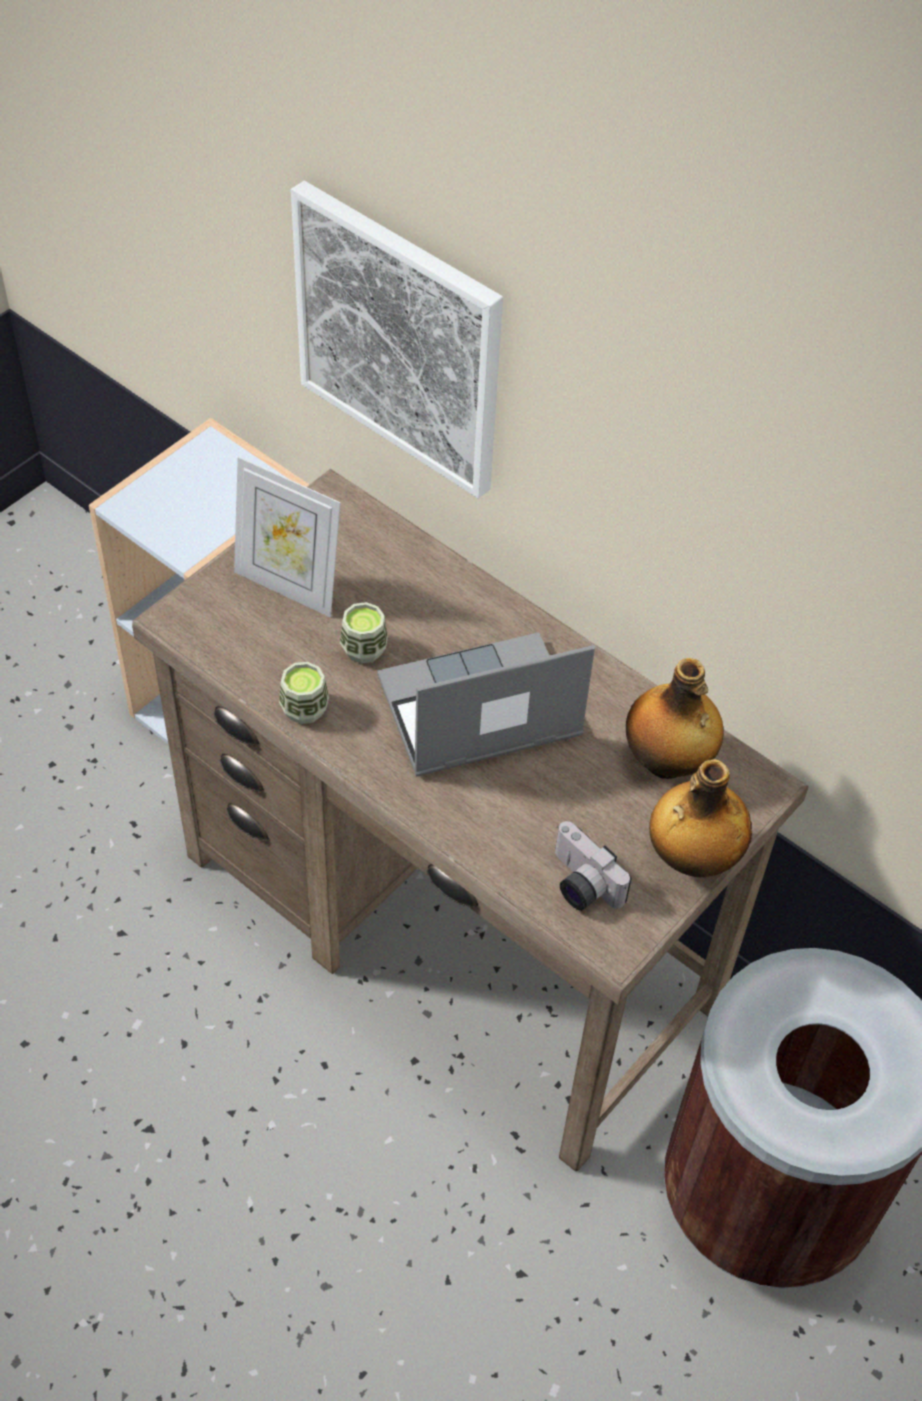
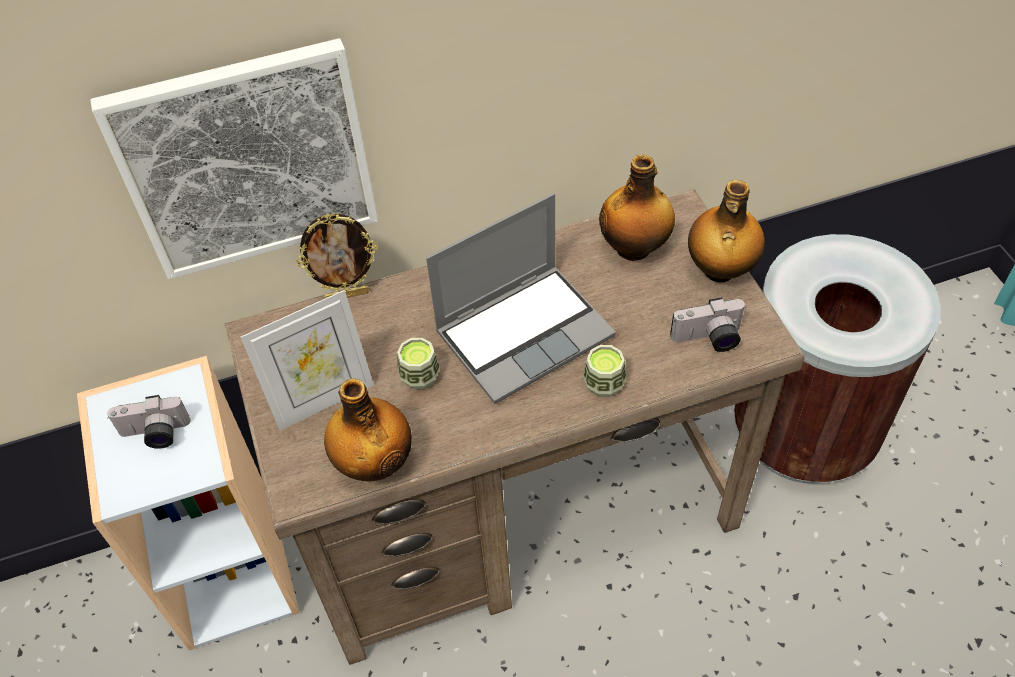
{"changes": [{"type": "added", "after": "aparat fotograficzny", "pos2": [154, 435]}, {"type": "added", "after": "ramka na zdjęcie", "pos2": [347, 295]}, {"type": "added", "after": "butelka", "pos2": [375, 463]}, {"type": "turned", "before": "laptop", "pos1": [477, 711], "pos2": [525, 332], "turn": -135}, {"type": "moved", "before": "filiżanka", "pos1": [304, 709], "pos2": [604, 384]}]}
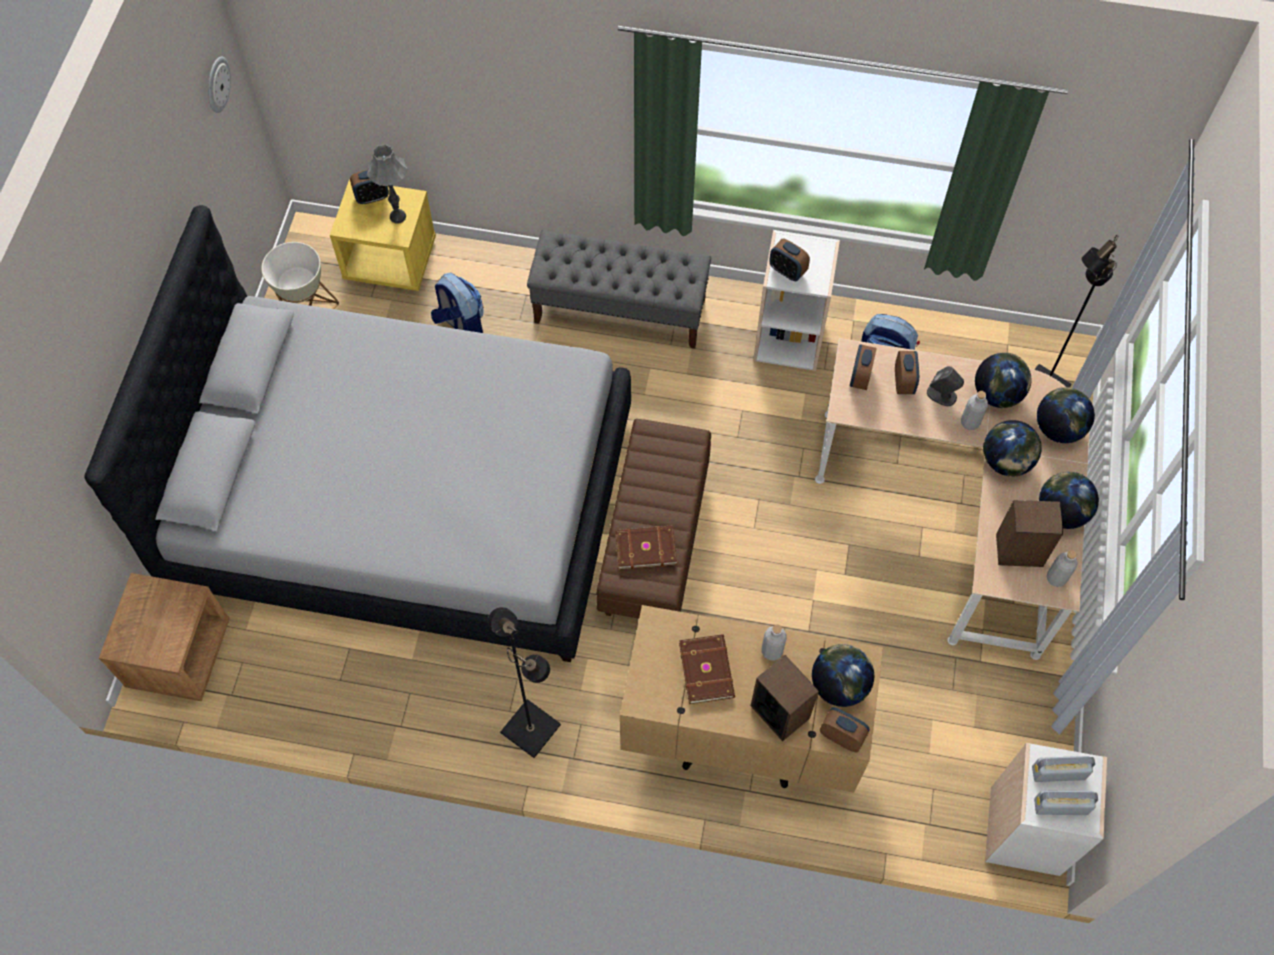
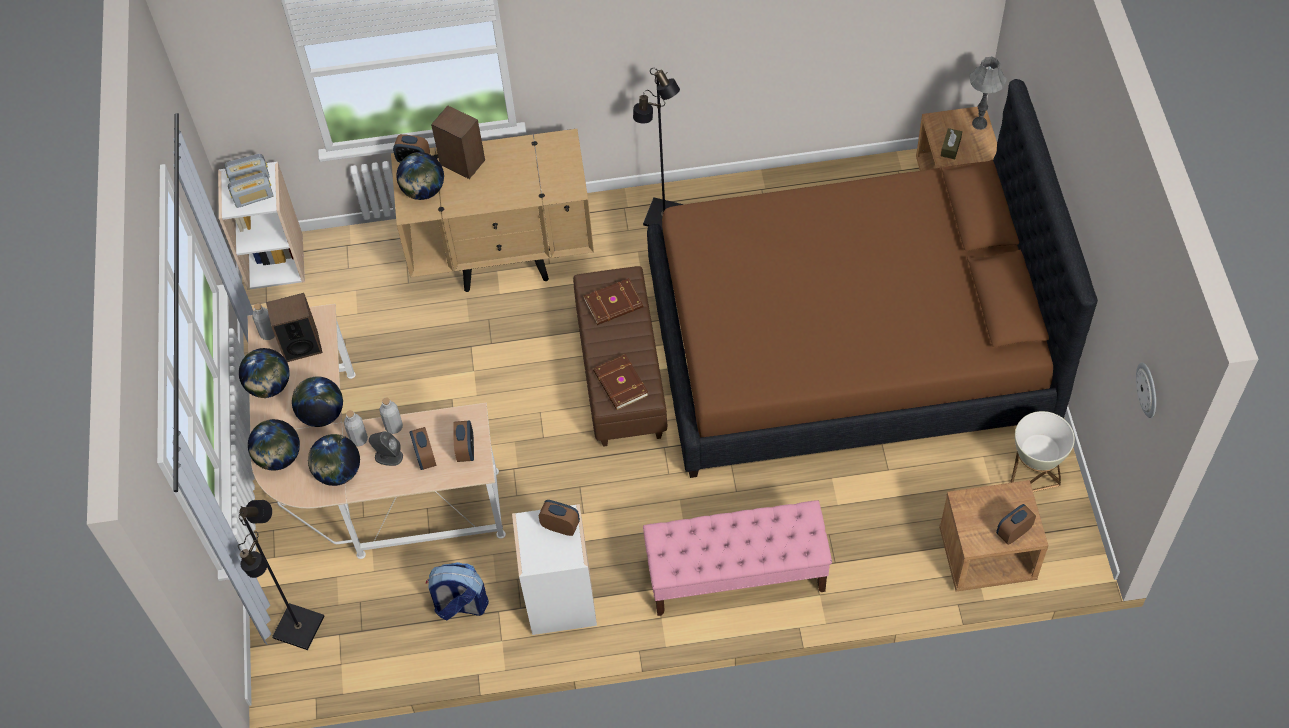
{"changes": [{"type": "moved", "before": "butelka/szary", "pos1": [772, 651], "pos2": [394, 427]}, {"type": "moved", "before": "książka/brązowy", "pos1": [707, 669], "pos2": [620, 384]}, {"type": "recoloured", "before": "ławka/szary", "after": "ławka/różowy", "pos1": [620, 311], "pos2": [735, 576]}, {"type": "recoloured", "before": "łóżko/szary", "after": "łóżko/brązowy", "pos1": [403, 497], "pos2": [849, 344]}, {"type": "recoloured", "before": "szafka nocna/żółty", "after": "szafka nocna/brązowy", "pos1": [391, 260], "pos2": [986, 556]}, {"type": "added", "after": "pudełko chusteczek/brązowy", "pos2": [950, 147]}, {"type": "moved", "before": "lampa stołowa/szary", "pos1": [398, 216], "pos2": [979, 124]}, {"type": "removed", "before": "plecak", "pos1": [461, 325]}]}
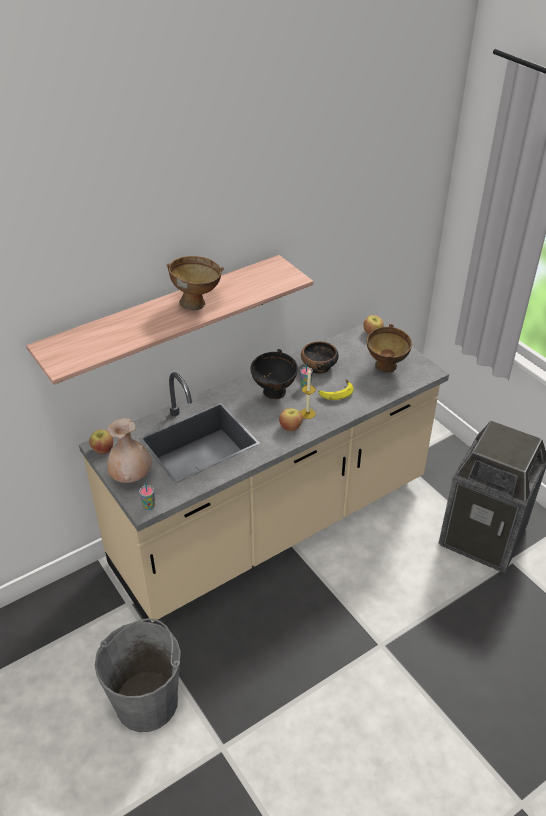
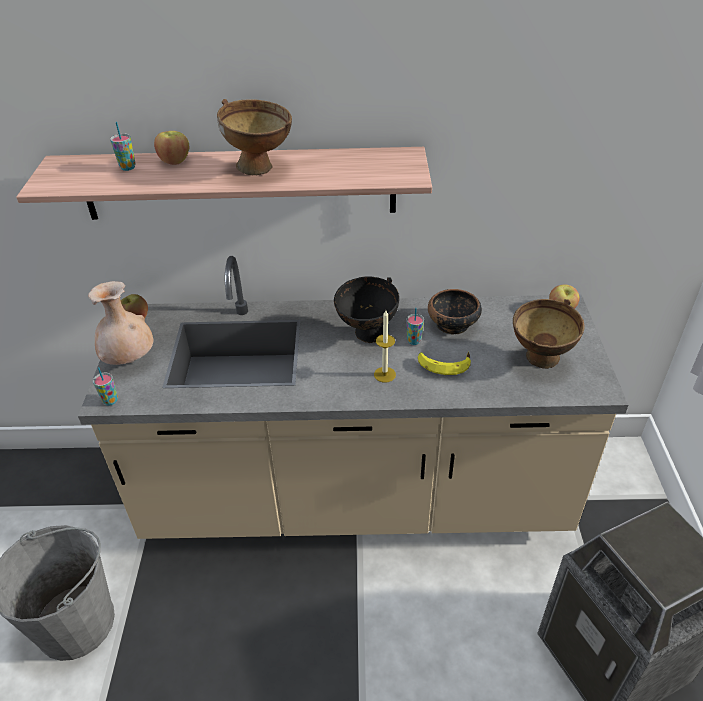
{"changes": [{"type": "added", "after": "filiżanka", "pos2": [128, 167]}, {"type": "moved", "before": "jabłko", "pos1": [290, 427], "pos2": [175, 161]}]}
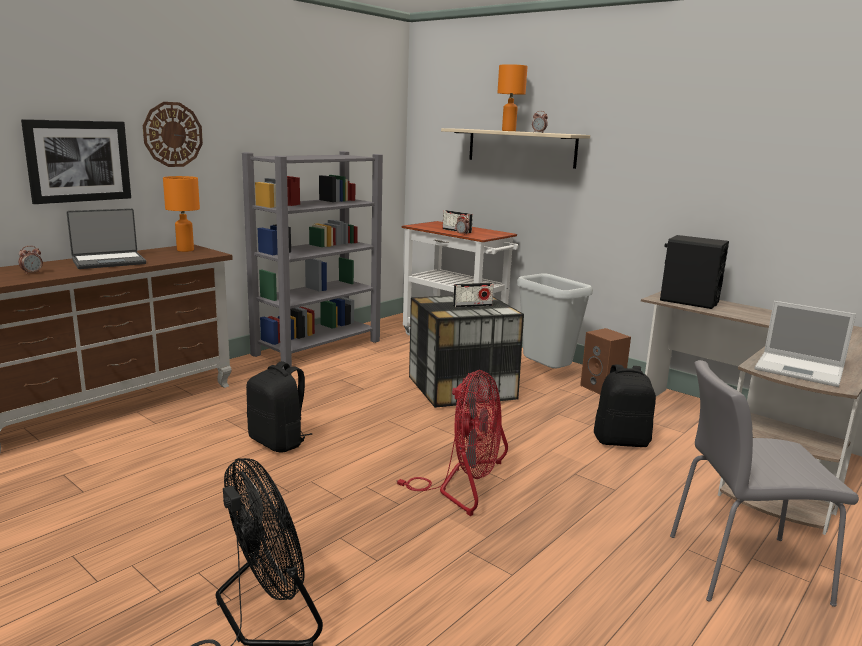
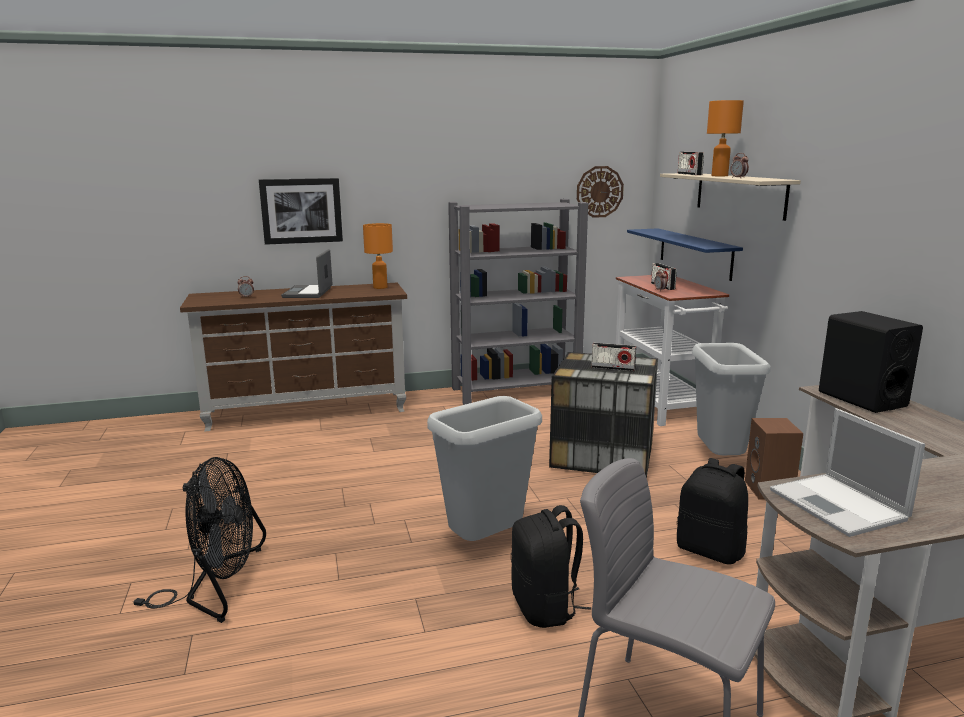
{"changes": [{"type": "turned", "before": "laptop", "pos1": [109, 262], "pos2": [309, 293], "turn": 90}, {"type": "replaced", "before": "wentylator/czerwony", "after": "kosz na śmieci/szary", "pos1": [463, 484], "pos2": [485, 542]}, {"type": "moved", "before": "plecak/czarny", "pos1": [278, 442], "pos2": [545, 608]}, {"type": "moved", "before": "zegar ścienny", "pos1": [172, 134], "pos2": [599, 191]}, {"type": "added", "after": "półka/niebieski", "pos2": [695, 253]}, {"type": "added", "after": "radio", "pos2": [689, 174]}]}
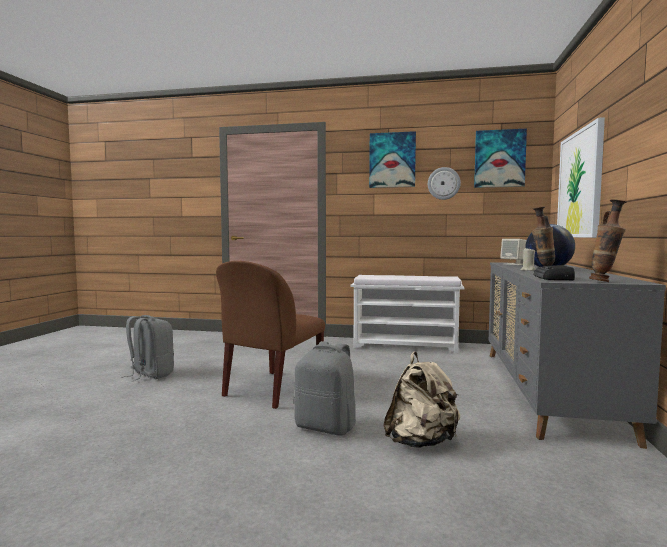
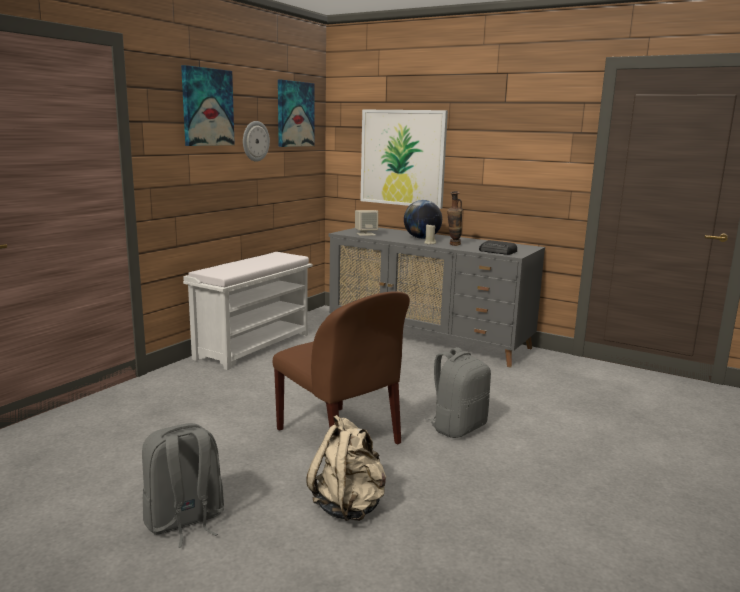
{"changes": [{"type": "moved", "before": "plecak/beżowy", "pos1": [421, 442], "pos2": [349, 506]}, {"type": "removed", "before": "wazon", "pos1": [605, 281]}]}
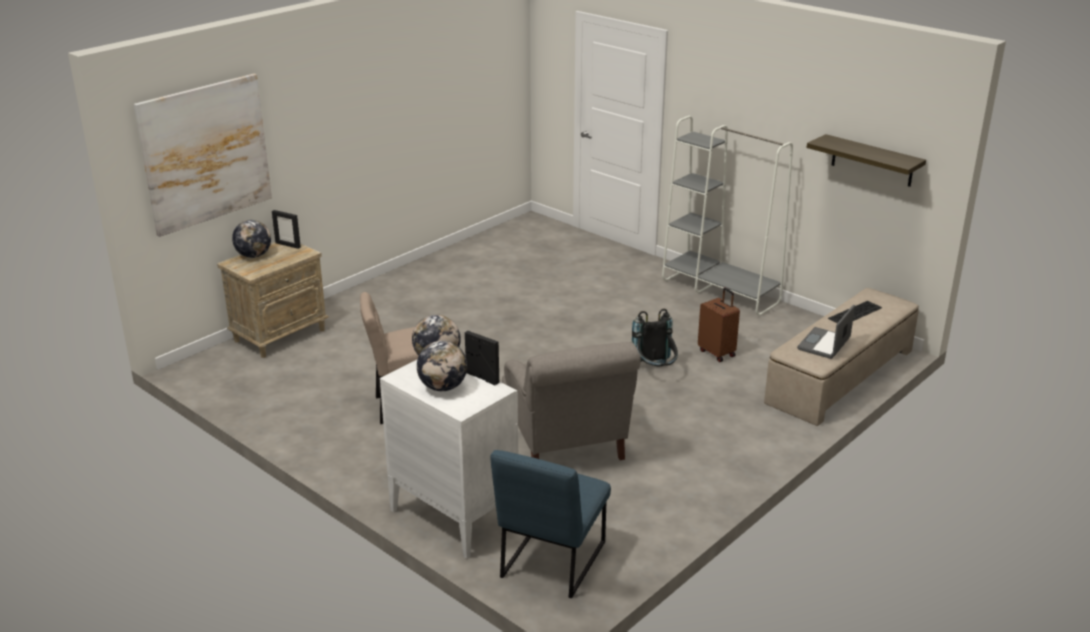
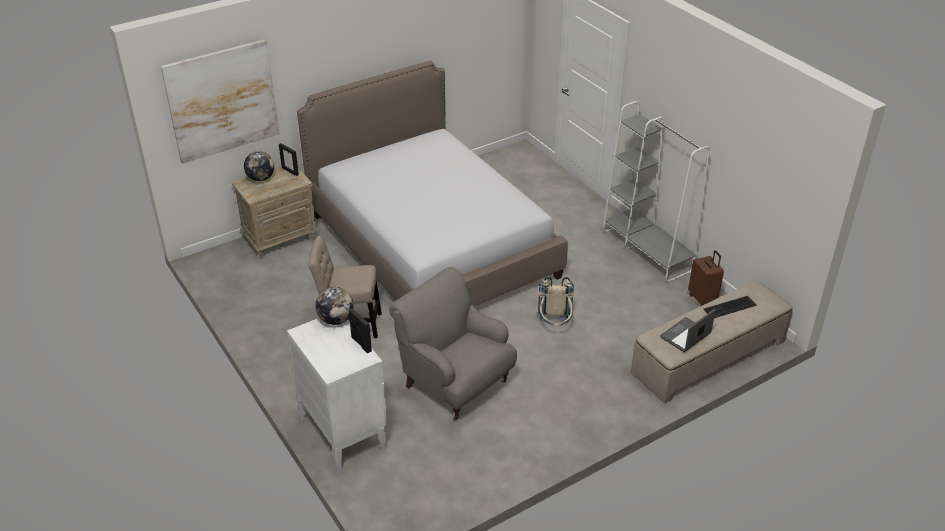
{"changes": [{"type": "added", "after": "łóżko", "pos2": [432, 245]}, {"type": "turned", "before": "fotel/szary", "pos1": [567, 444], "pos2": [455, 383], "turn": 135}, {"type": "recoloured", "before": "plecak/czarny", "after": "plecak/beżowy", "pos1": [655, 373], "pos2": [555, 326]}, {"type": "moved", "before": "walizka/brązowy", "pos1": [717, 353], "pos2": [703, 299]}, {"type": "removed", "before": "globus", "pos1": [443, 387]}, {"type": "removed", "before": "krzesło/niebieski", "pos1": [551, 561]}, {"type": "removed", "before": "półka", "pos1": [872, 161]}]}
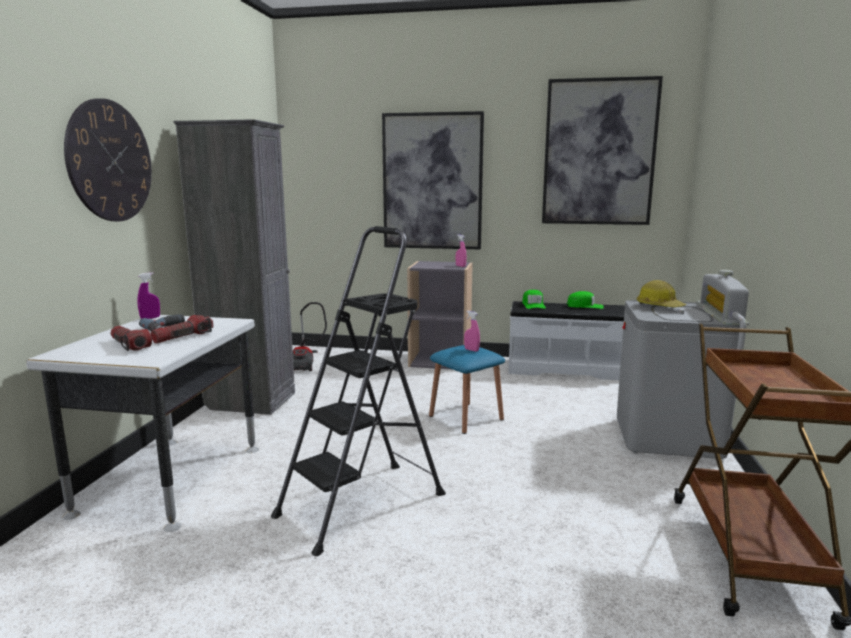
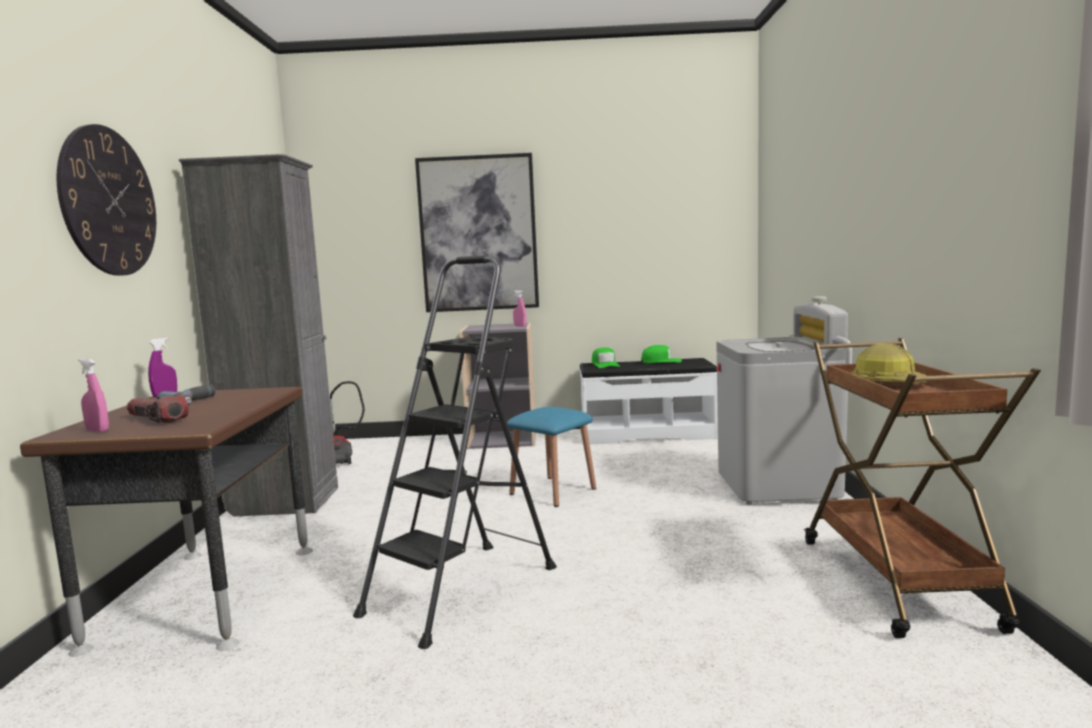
{"changes": [{"type": "recoloured", "before": "biurko/biały", "after": "biurko/brązowy", "pos1": [170, 478], "pos2": [206, 594]}, {"type": "moved", "before": "spryskiwacz/różowy", "pos1": [471, 350], "pos2": [97, 430]}, {"type": "moved", "before": "kask", "pos1": [659, 306], "pos2": [888, 384]}, {"type": "removed", "before": "latarka", "pos1": [183, 337]}, {"type": "removed", "before": "obraz", "pos1": [599, 153]}]}
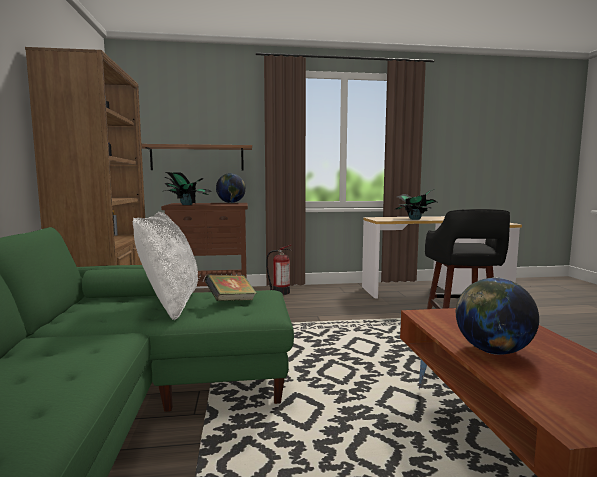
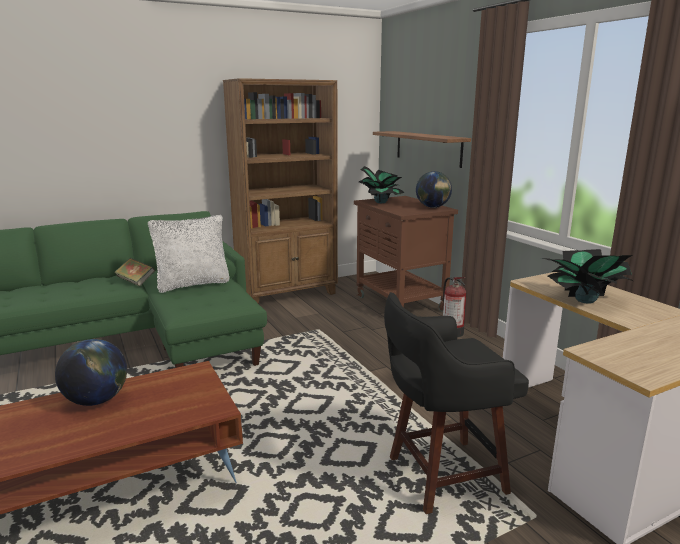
{"changes": [{"type": "moved", "before": "książka", "pos1": [231, 301], "pos2": [136, 282]}]}
